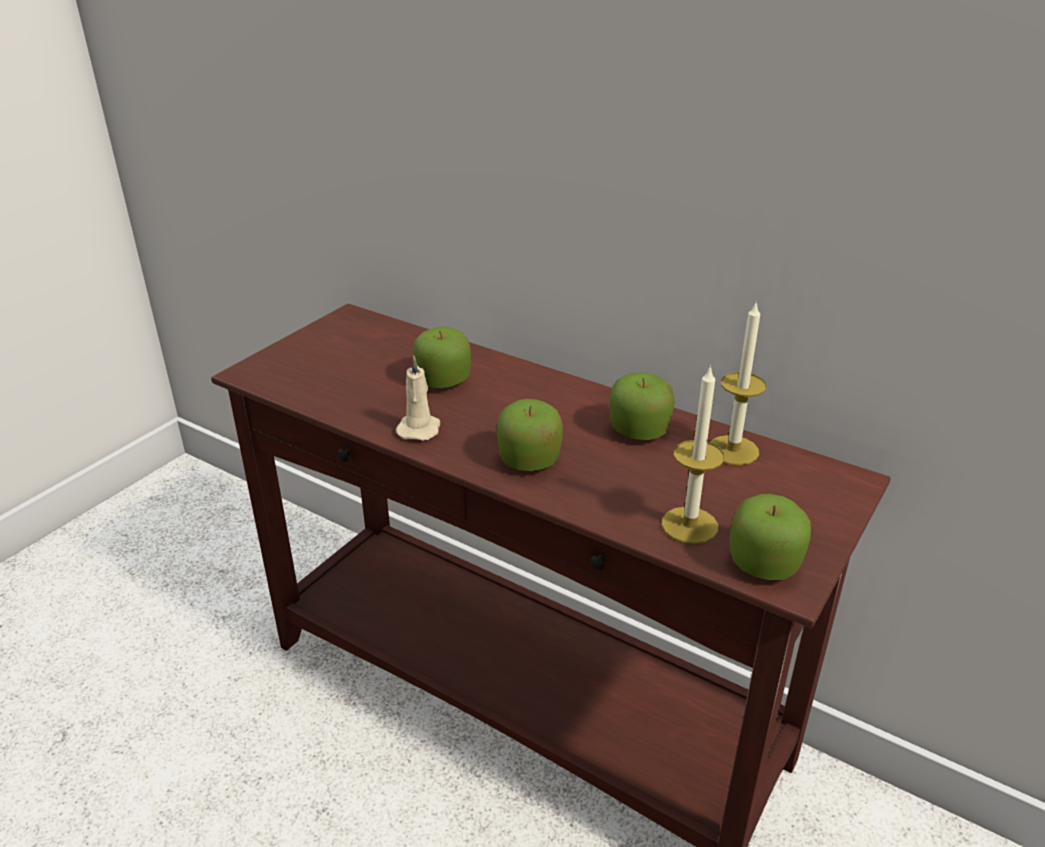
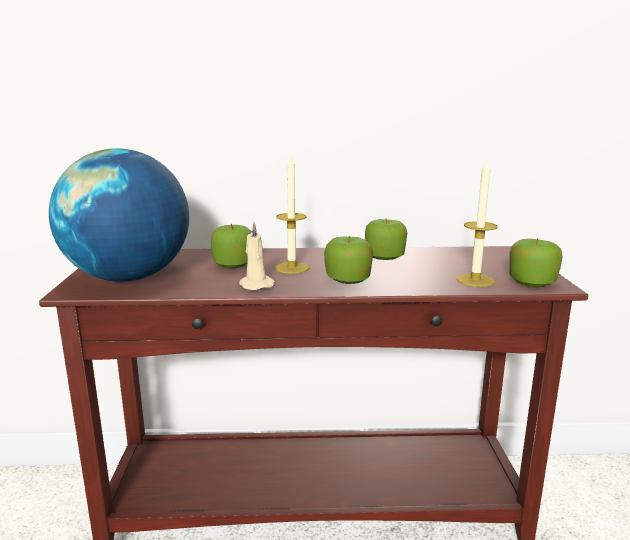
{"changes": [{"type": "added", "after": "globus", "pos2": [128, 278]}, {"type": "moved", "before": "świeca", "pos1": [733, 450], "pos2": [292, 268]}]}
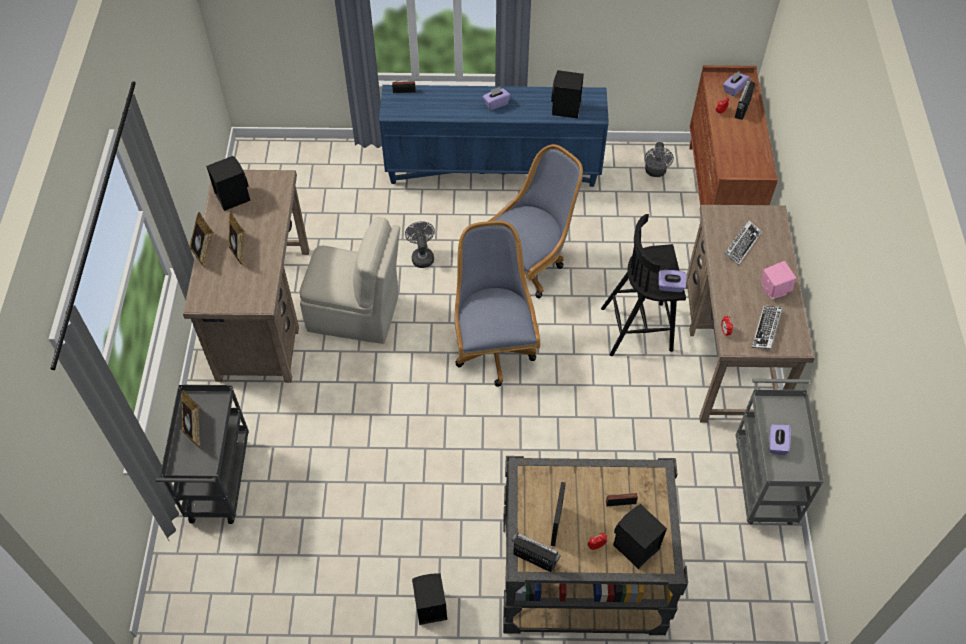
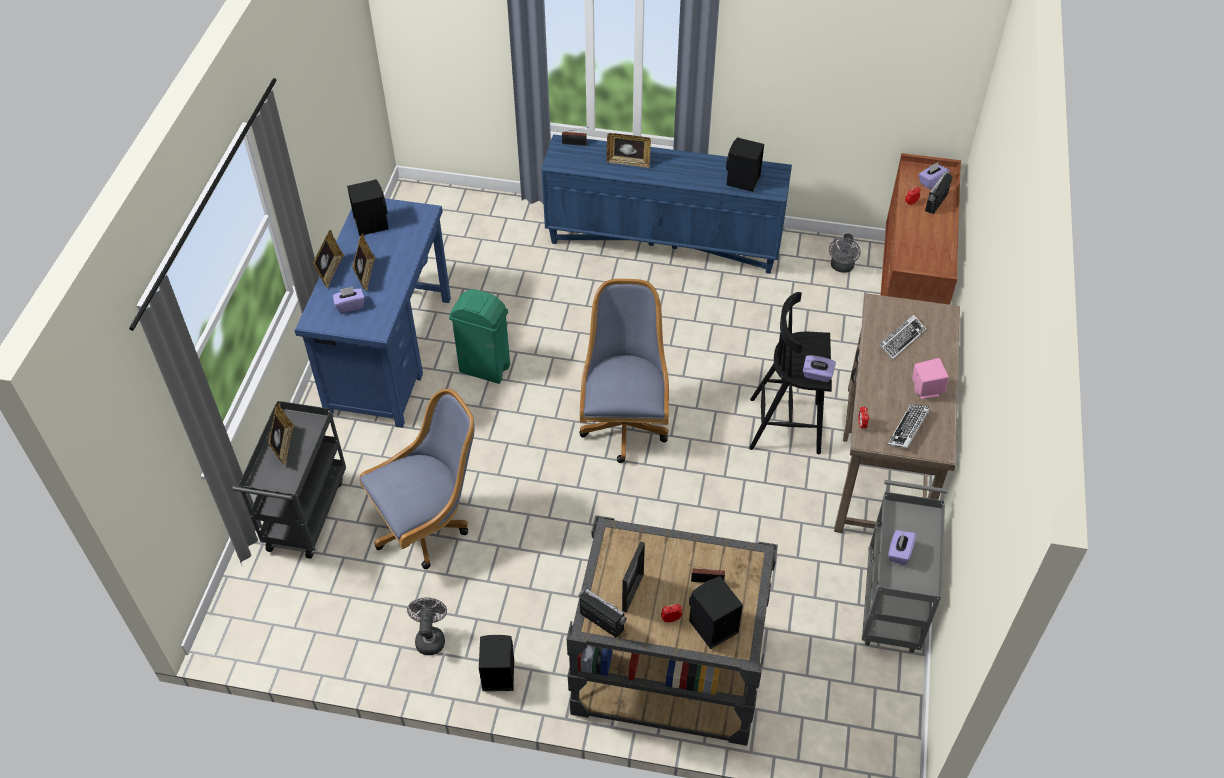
{"changes": [{"type": "recoloured", "before": "biurko/brązowy", "after": "biurko/niebieski", "pos1": [263, 312], "pos2": [389, 354]}, {"type": "moved", "before": "pudełko chusteczek/fioletowy", "pos1": [496, 103], "pos2": [350, 306]}, {"type": "moved", "before": "krzesło biurowe/niebieski", "pos1": [528, 265], "pos2": [428, 525]}, {"type": "moved", "before": "wentylator/szary", "pos1": [422, 256], "pos2": [430, 637]}, {"type": "replaced", "before": "krzesło/beżowy", "after": "kosz na śmieci/zielony", "pos1": [356, 314], "pos2": [485, 369]}, {"type": "added", "after": "ramka na zdjęcie", "pos2": [628, 162]}]}
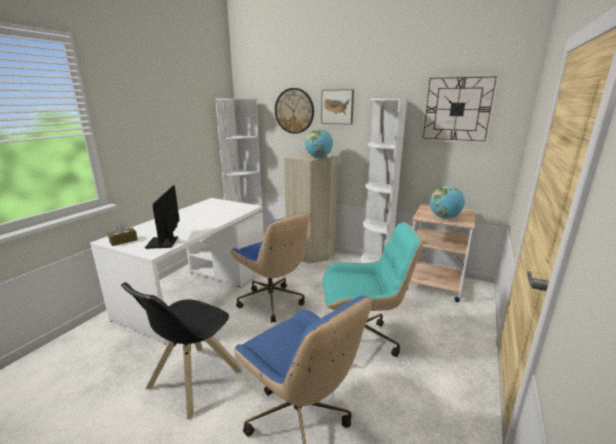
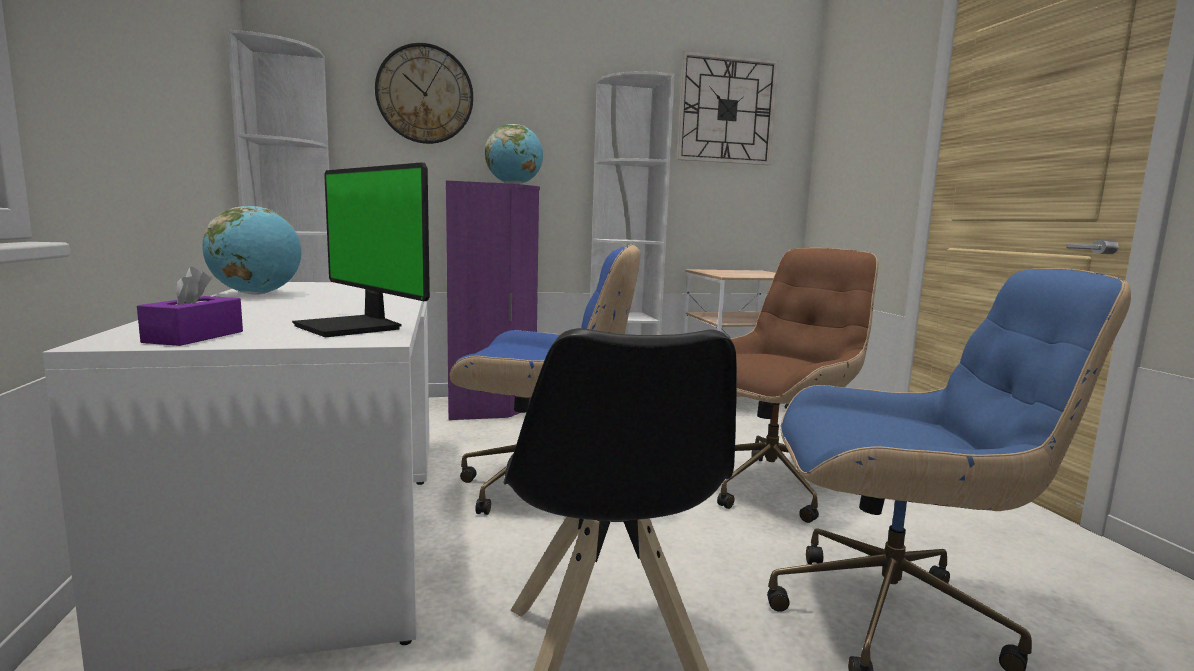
{"changes": [{"type": "recoloured", "before": "pudełko chusteczek/brązowy", "after": "pudełko chusteczek/fioletowy", "pos1": [123, 241], "pos2": [194, 337]}, {"type": "moved", "before": "globus", "pos1": [444, 218], "pos2": [257, 294]}, {"type": "recoloured", "before": "szafka/beżowy", "after": "szafka/fioletowy", "pos1": [311, 255], "pos2": [491, 406]}, {"type": "recoloured", "before": "krzesło biurowe/turkusowy", "after": "krzesło biurowe/brązowy", "pos1": [362, 341], "pos2": [771, 485]}, {"type": "removed", "before": "obraz", "pos1": [337, 107]}]}
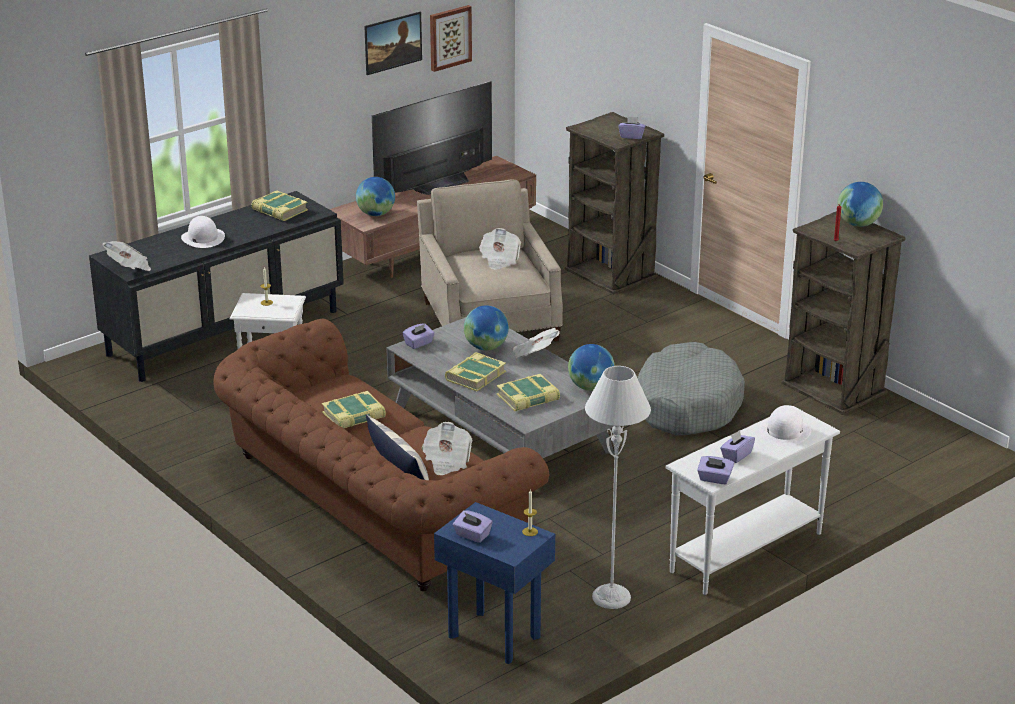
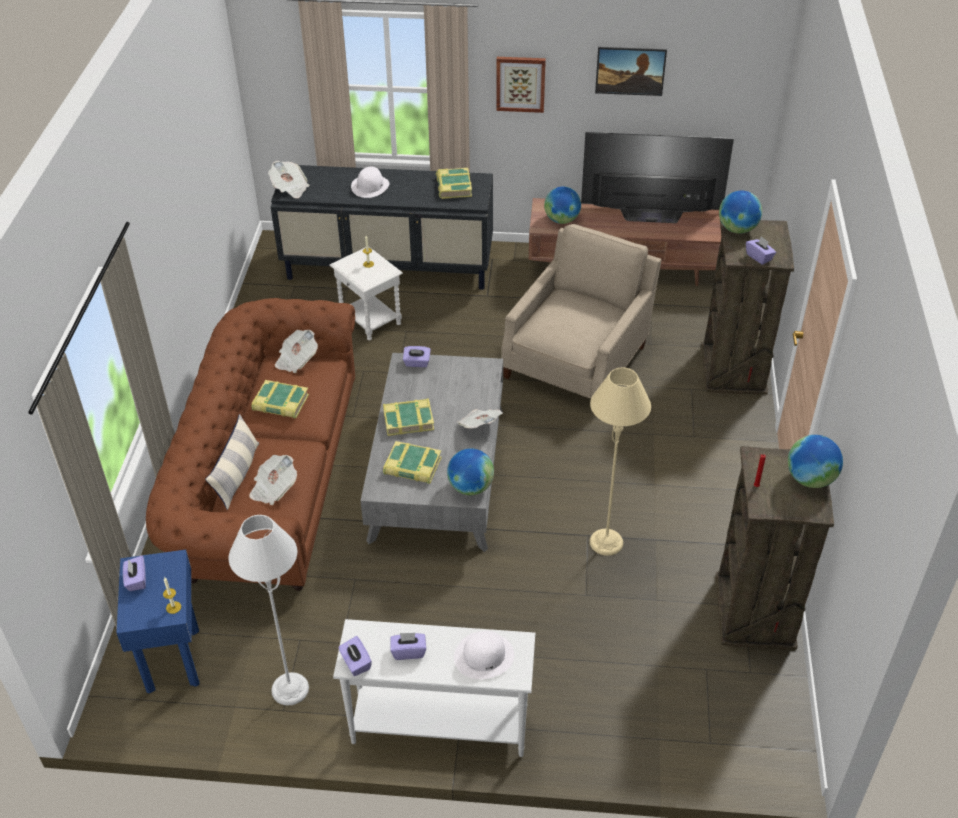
{"changes": [{"type": "moved", "before": "gazeta", "pos1": [499, 260], "pos2": [296, 360]}, {"type": "moved", "before": "obraz", "pos1": [449, 37], "pos2": [520, 83]}, {"type": "replaced", "before": "legowisko/szary", "after": "lampa stojąca/beżowy", "pos1": [687, 405], "pos2": [606, 542]}, {"type": "moved", "before": "globus", "pos1": [486, 347], "pos2": [737, 229]}]}
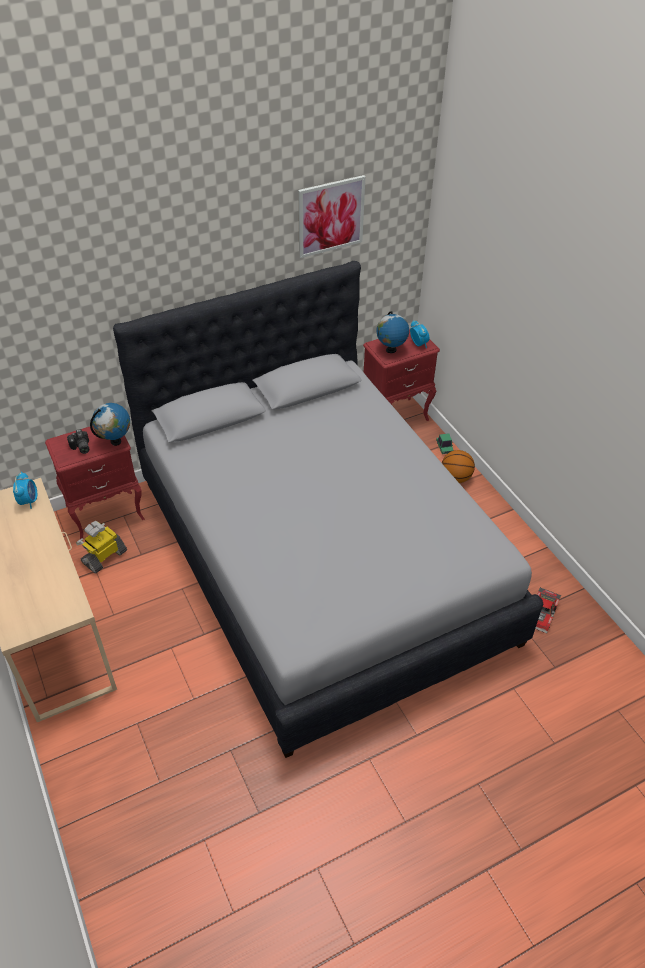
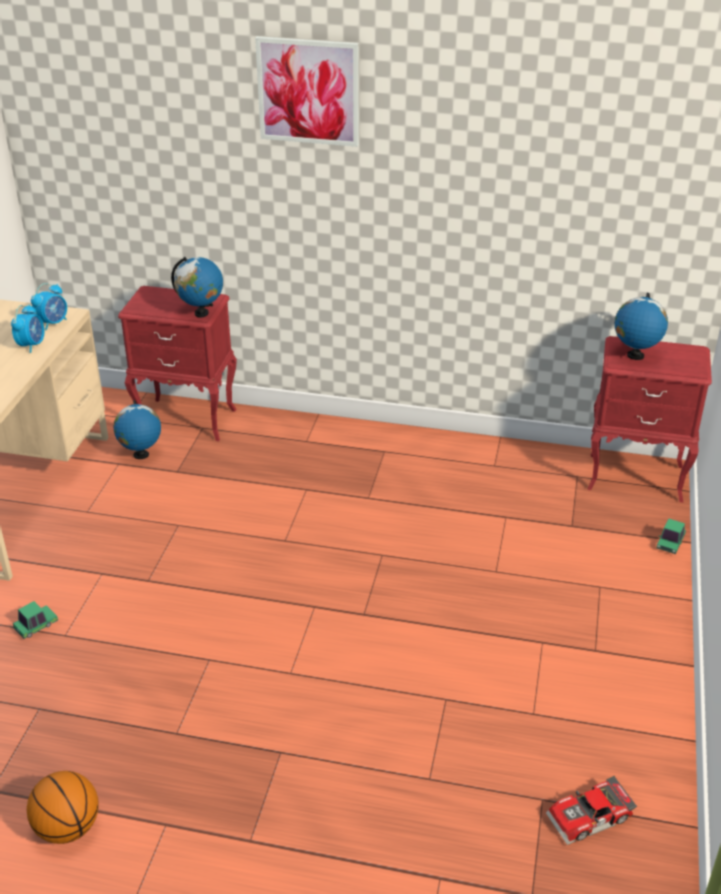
{"changes": [{"type": "moved", "before": "budzik", "pos1": [418, 344], "pos2": [31, 345]}, {"type": "added", "after": "samochodzik", "pos2": [36, 626]}, {"type": "moved", "before": "piłka do koszykówki", "pos1": [455, 477], "pos2": [68, 827]}, {"type": "replaced", "before": "robot zabawkowy", "after": "globus", "pos1": [104, 556], "pos2": [141, 455]}, {"type": "moved", "before": "obraz", "pos1": [330, 216], "pos2": [308, 91]}, {"type": "removed", "before": "aparat fotograficzny", "pos1": [80, 447]}, {"type": "removed", "before": "łóżko/szary", "pos1": [321, 558]}]}
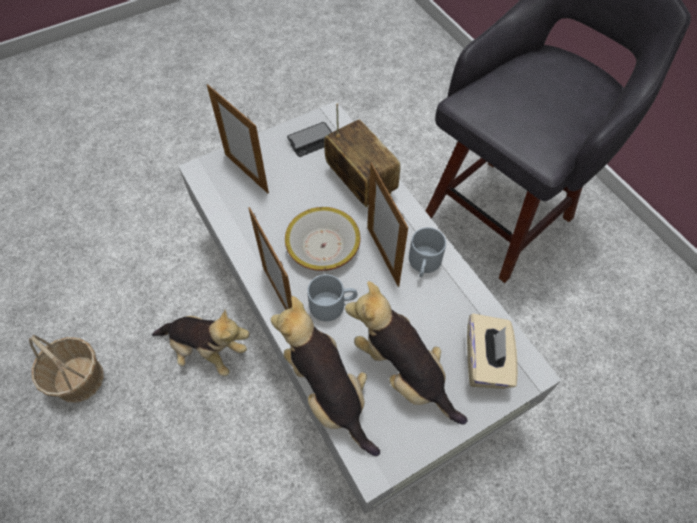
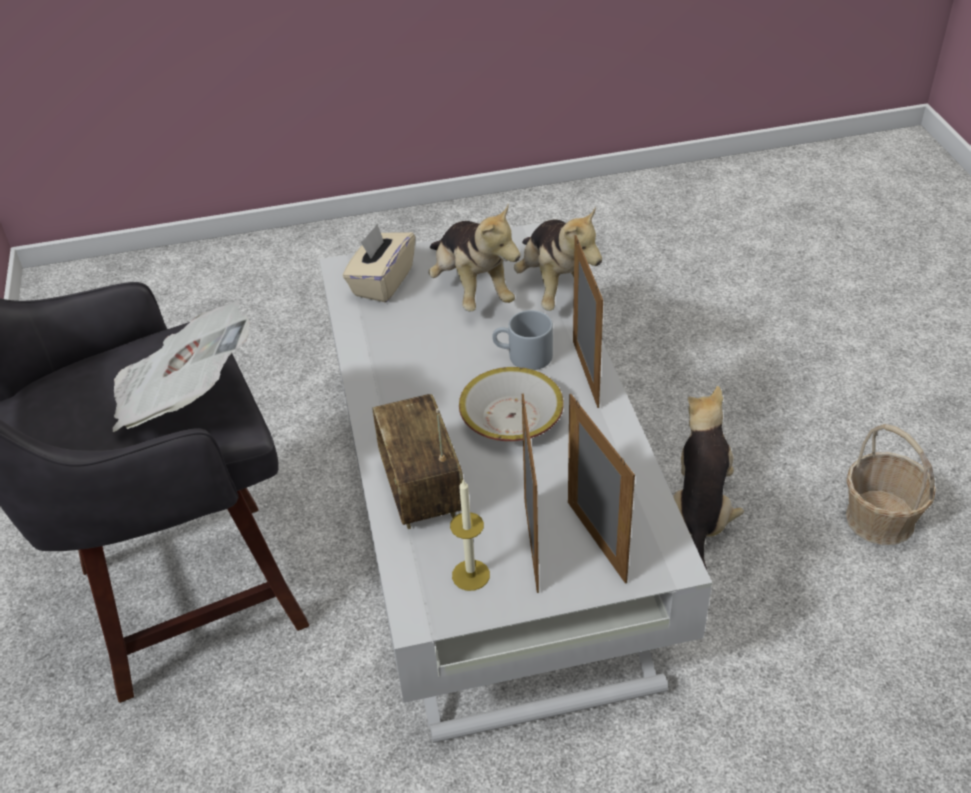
{"changes": [{"type": "added", "after": "gazeta", "pos2": [184, 397]}, {"type": "replaced", "before": "telefon", "after": "świeca", "pos1": [311, 140], "pos2": [470, 575]}, {"type": "moved", "before": "ramka na zdjęcie", "pos1": [382, 256], "pos2": [531, 545]}, {"type": "turned", "before": "pluszak", "pos1": [206, 350], "pos2": [700, 514], "turn": 60}, {"type": "removed", "before": "kubek/szary", "pos1": [424, 264]}]}
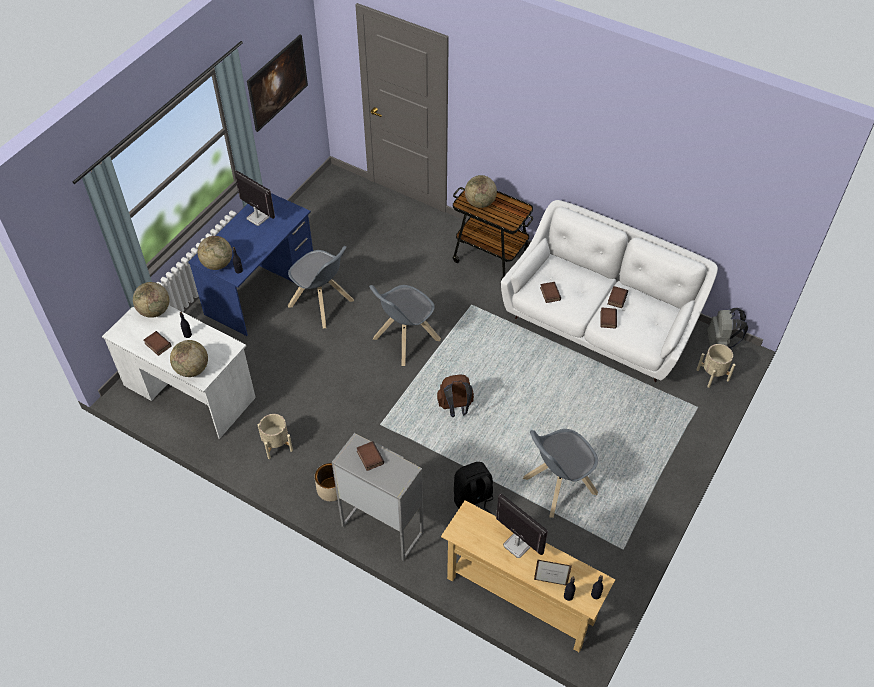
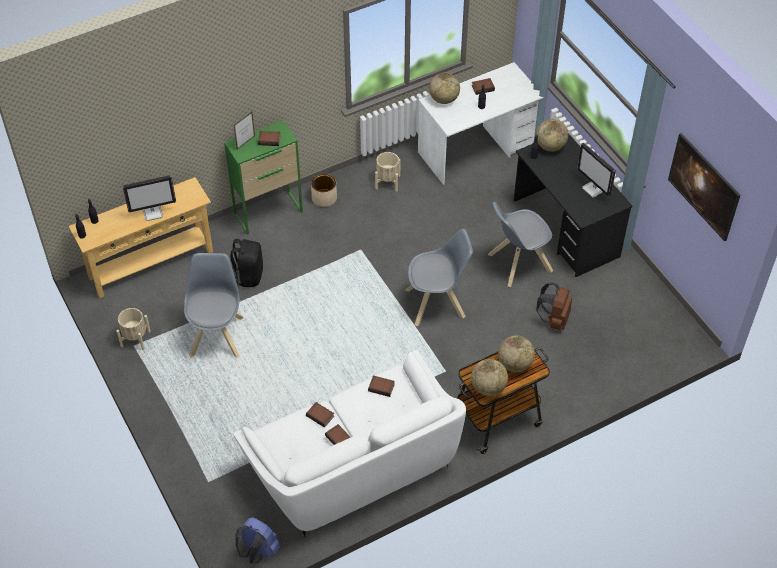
{"changes": [{"type": "moved", "before": "donica/beżowy", "pos1": [712, 375], "pos2": [135, 338]}, {"type": "recoloured", "before": "szafka/szary", "after": "szafka/zielony", "pos1": [382, 527], "pos2": [269, 213]}, {"type": "moved", "before": "ramka na zdjęcie", "pos1": [550, 582], "pos2": [245, 143]}, {"type": "recoloured", "before": "plecak/szary", "after": "plecak/niebieski", "pos1": [720, 343], "pos2": [258, 551]}, {"type": "turned", "before": "krzesło/szary", "pos1": [404, 340], "pos2": [437, 303], "turn": 90}, {"type": "moved", "before": "globus", "pos1": [155, 311], "pos2": [488, 387]}, {"type": "recoloured", "before": "biurko/niebieski", "after": "biurko/czarny", "pos1": [261, 288], "pos2": [565, 229]}, {"type": "moved", "before": "plecak/brązowy", "pos1": [456, 408], "pos2": [554, 319]}, {"type": "turned", "before": "monitor", "pos1": [257, 217], "pos2": [594, 189], "turn": 75}]}
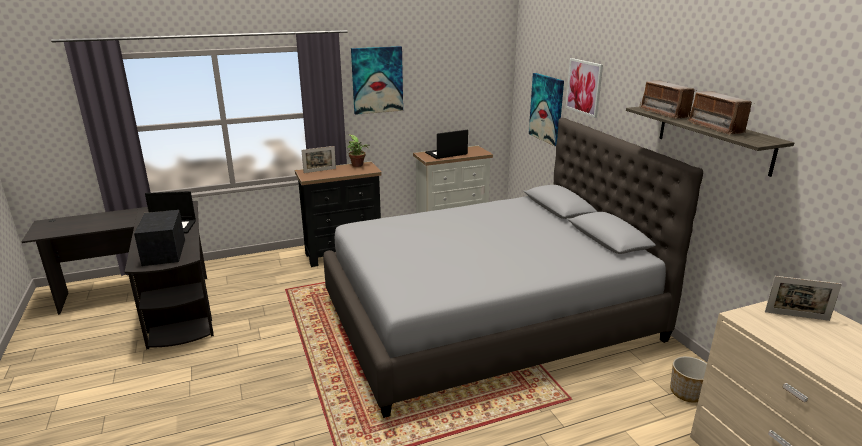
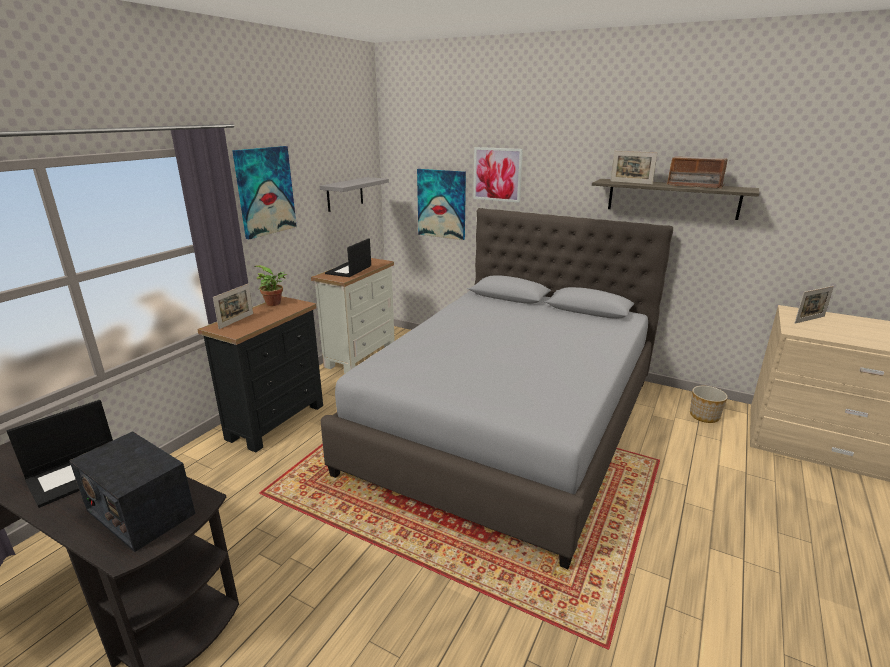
{"changes": [{"type": "added", "after": "półka/szary", "pos2": [345, 194]}, {"type": "replaced", "before": "radio", "after": "ramka na zdjęcie", "pos1": [665, 113], "pos2": [631, 182]}]}
